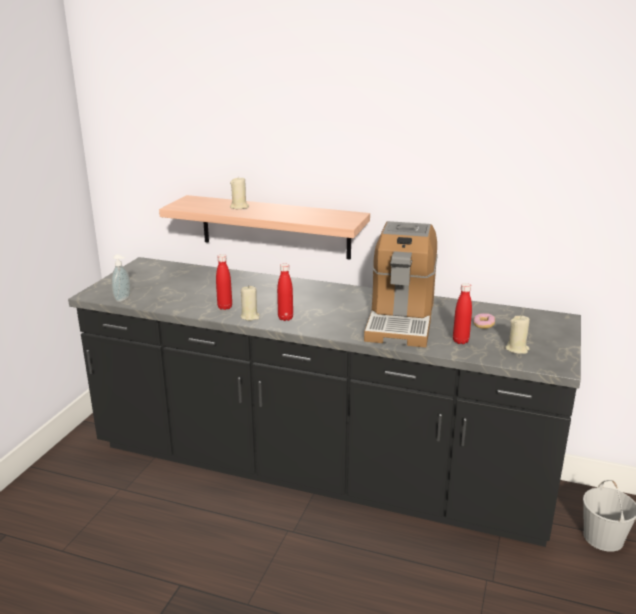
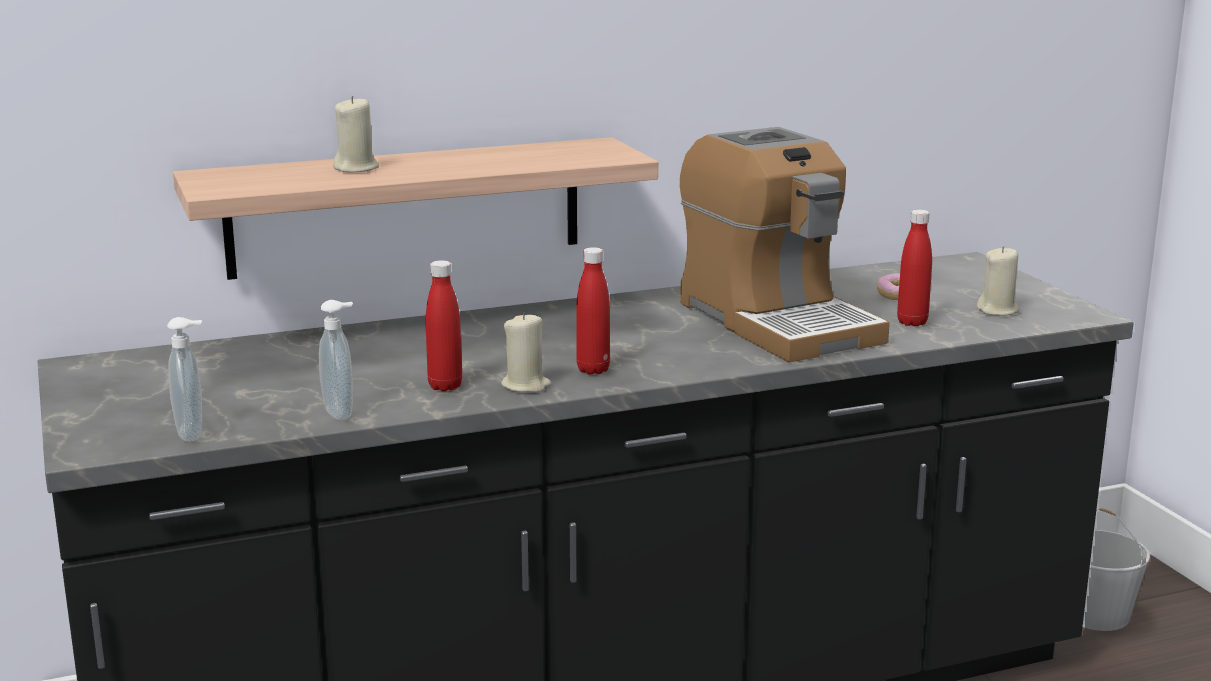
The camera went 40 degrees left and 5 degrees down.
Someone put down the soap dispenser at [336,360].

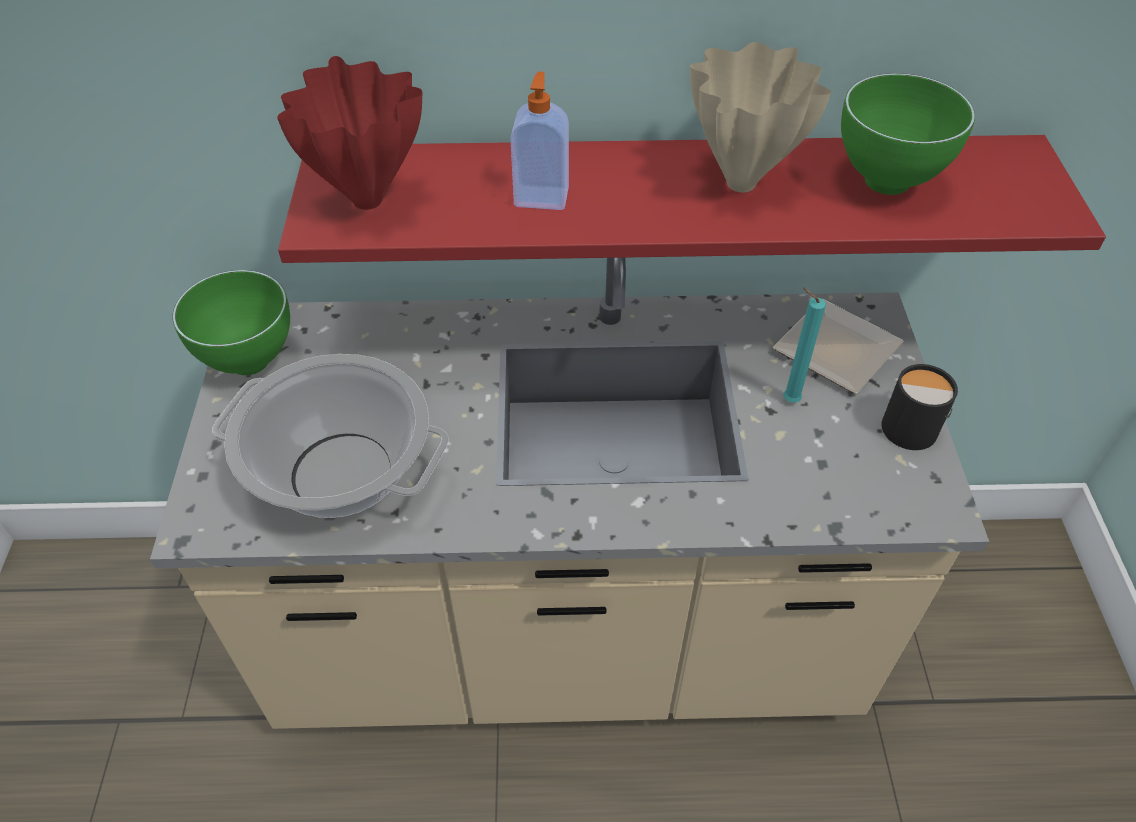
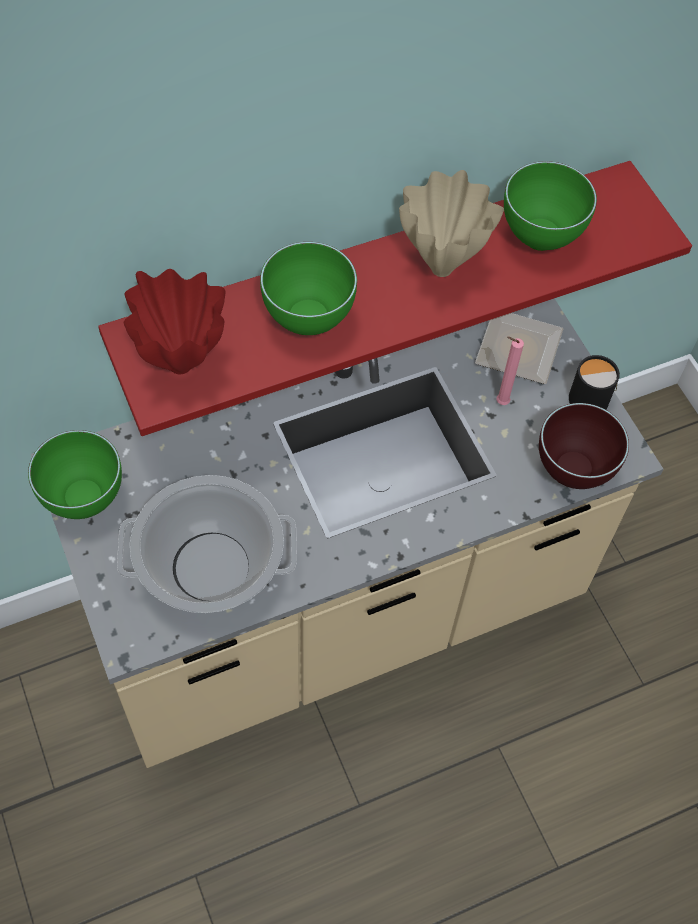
The camera went 25 degrees left and 10 degrees up.
Someone put down the bowl/brown at [584,446].
Someone swapped the soap dispenser at [539,141] for the bowl/green at [308,288].
Someone repainted the candle/turquoise at [804,345], which became the candle/pink at [510,371].

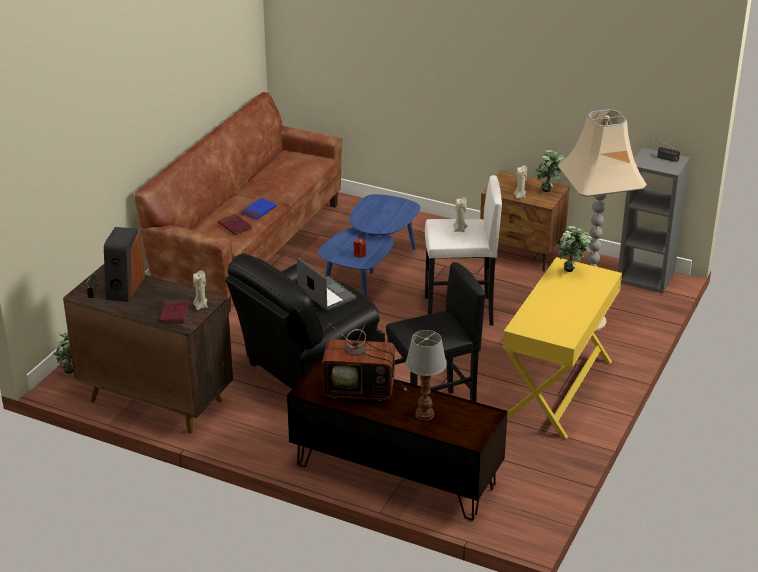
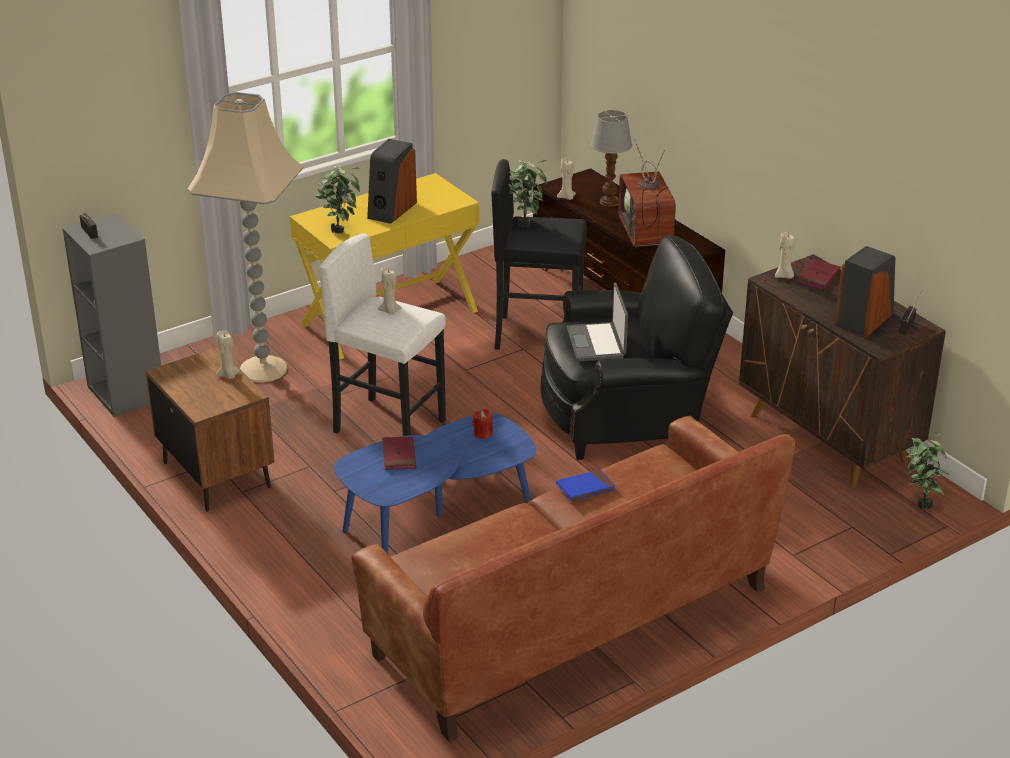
The camera went 150 degrees left and 0 degrees up.
Someone put down the speaker at [392,181].
Someone put down the candle/beige at [566,179].
Someone carried the book/red from [235,224] to [399,453].
Someone carried the potted plant from [550,171] to [528,193].
Someone rotated the television at [364,355] by 135 degrees counterclockwise.

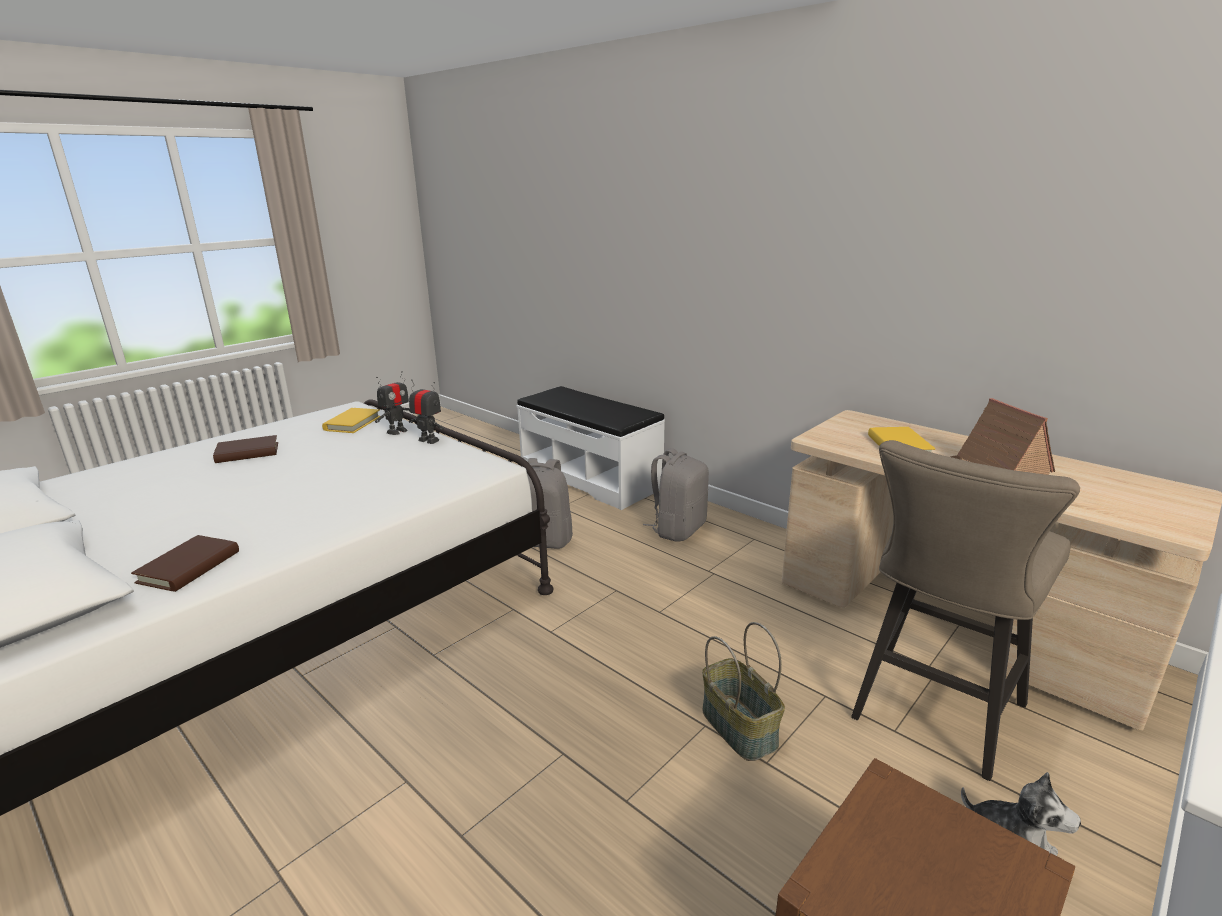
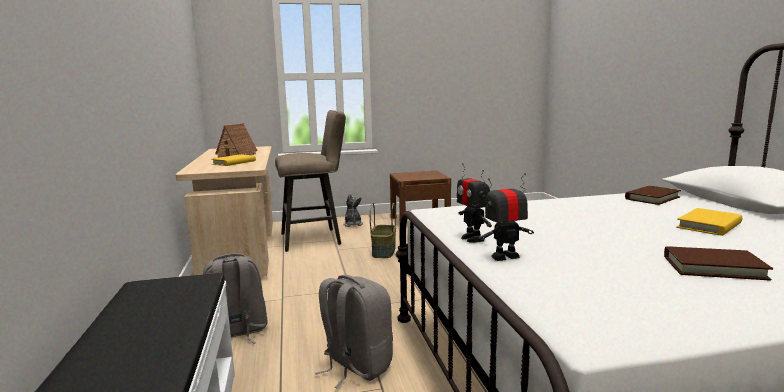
The camera went 145 degrees left and 10 degrees down.
Someone carried the book/yellow from [351,420] to [709,222].

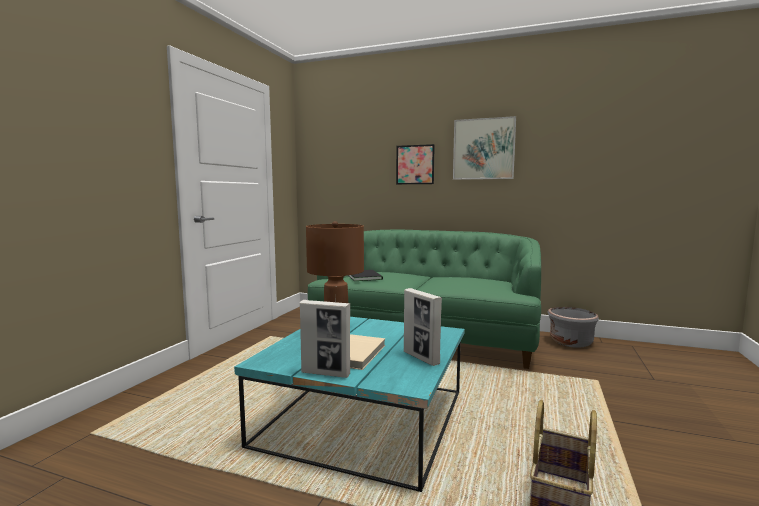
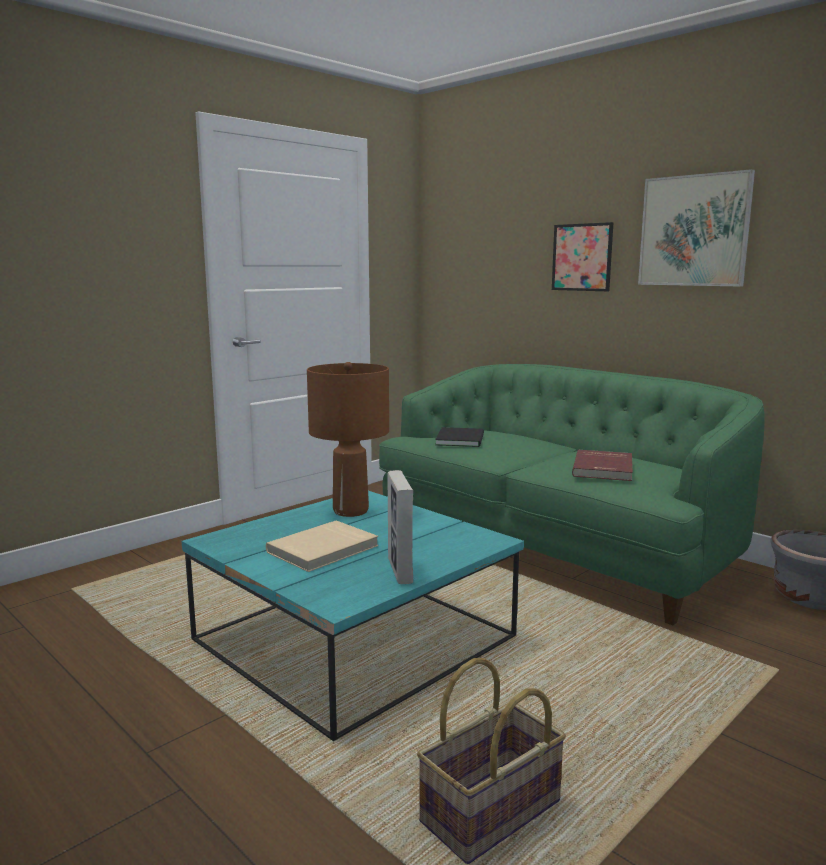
The camera went 25 degrees right and 5 degrees up.
Someone took away the picture frame at [325,339].
Someone put down the book/red at [602,465].

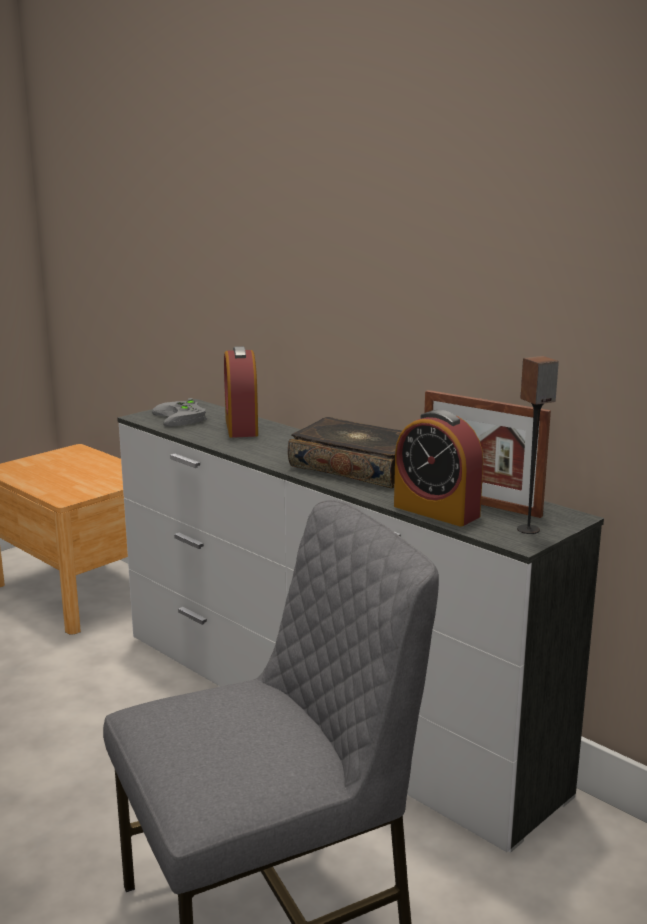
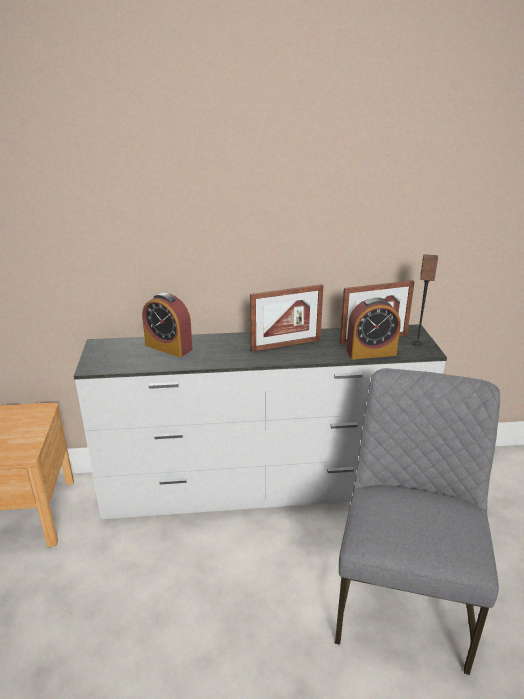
The camera went 50 degrees left and 10 degrees up.
Someone took away the game controller/grey at [179,412].
Someone swapped the book at [345,452] for the picture frame at [286,317].

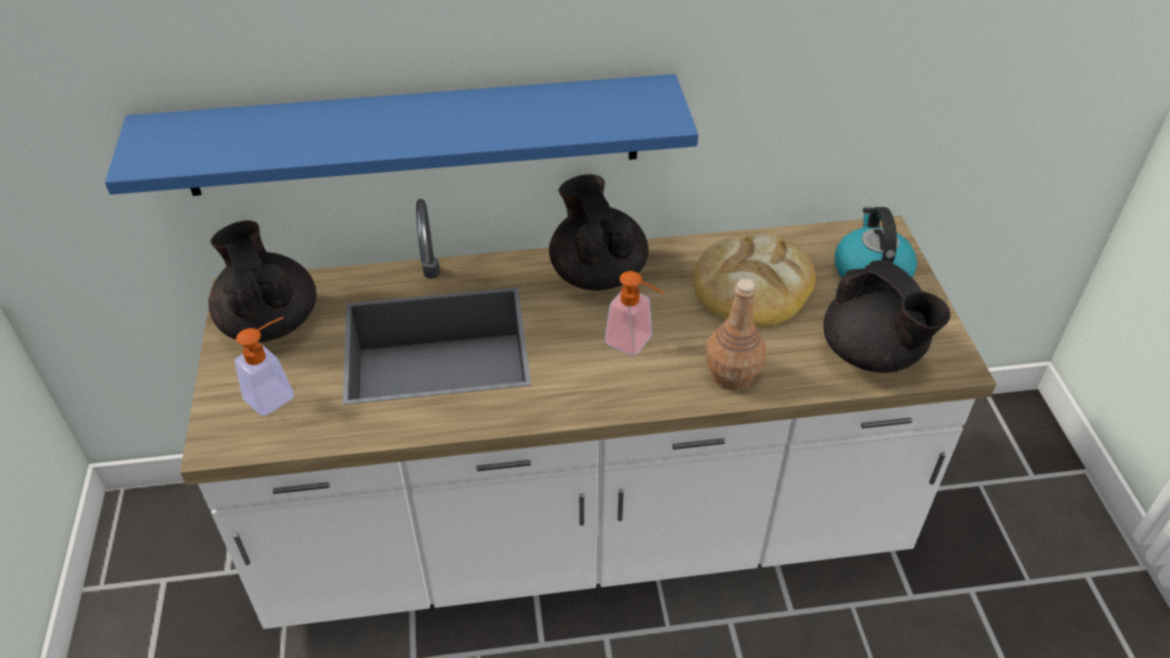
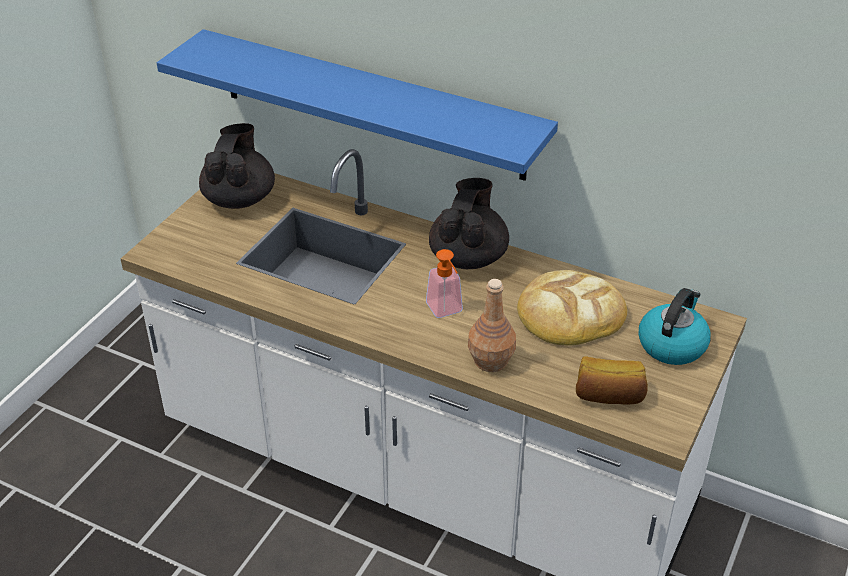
The camera went 35 degrees right and 5 degrees down.
Someone took away the soap dispenser at [264,366].
Someone swapped the teapot/black at [886,316] for the bread at [612,380].

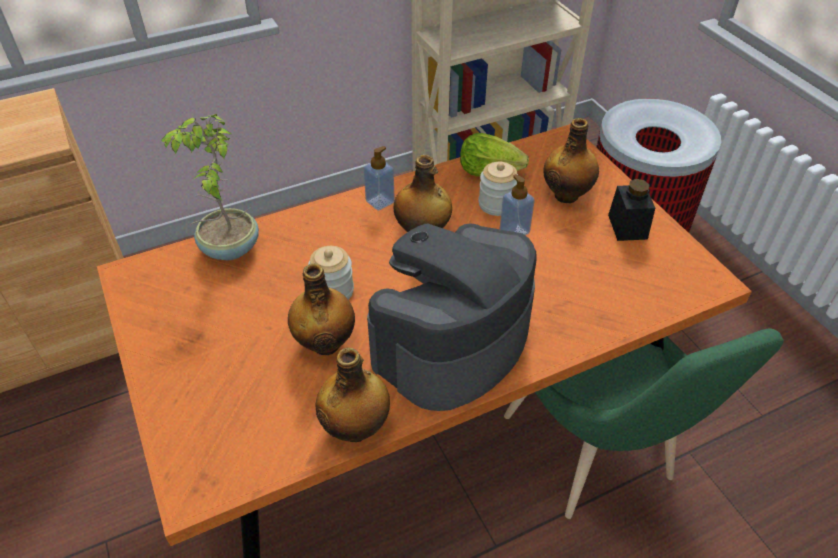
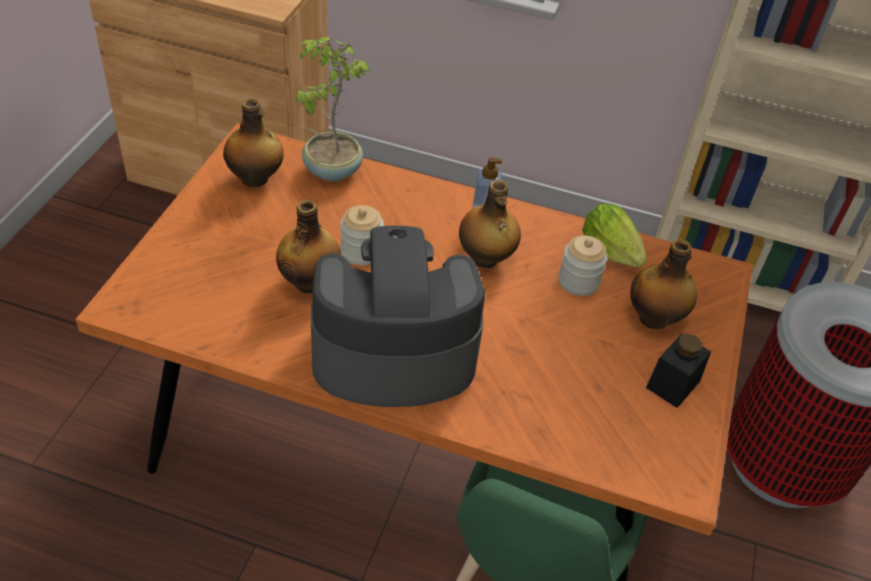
The camera went 40 degrees right and 0 degrees up.
Someone took away the soap dispenser at [517,204].
Someone carried the bottle from [352,395] to [253,142].

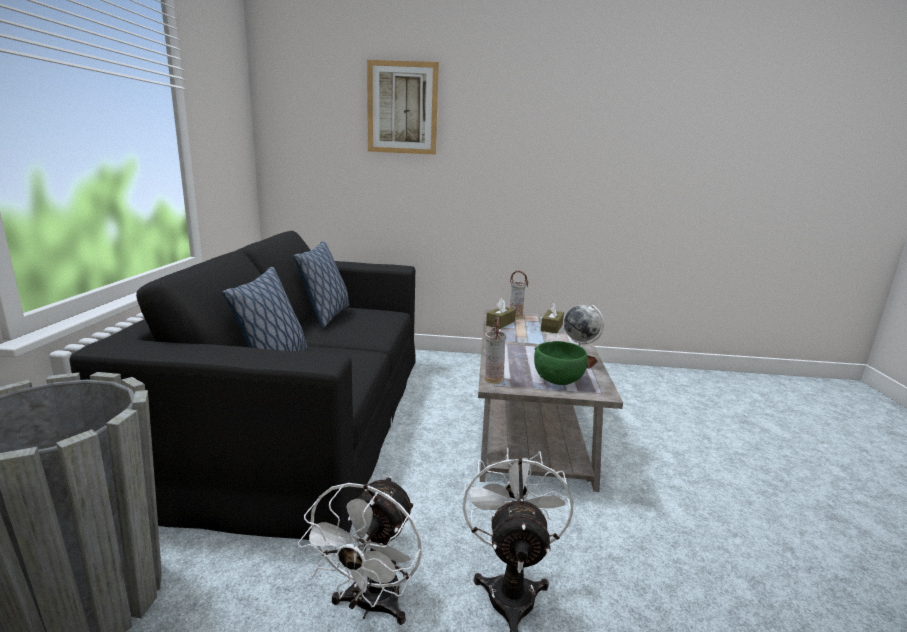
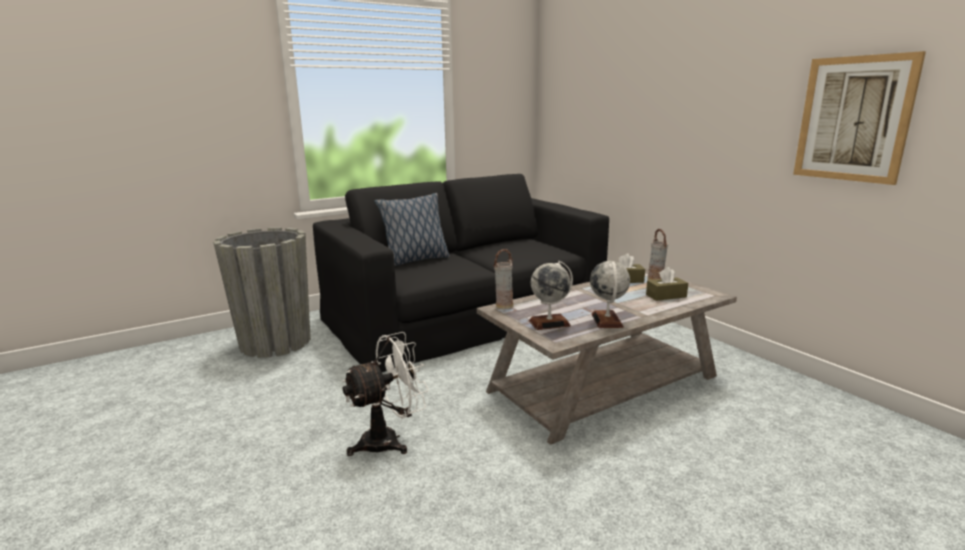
The camera went 55 degrees right and 0 degrees up.
Someone took away the pillow at [321,284].
Someone took away the fan/white at [359,550].
Someone carried the picture from [403,107] to [859,118].
Someone swapped the bowl/green at [561,363] for the globe at [551,295].

